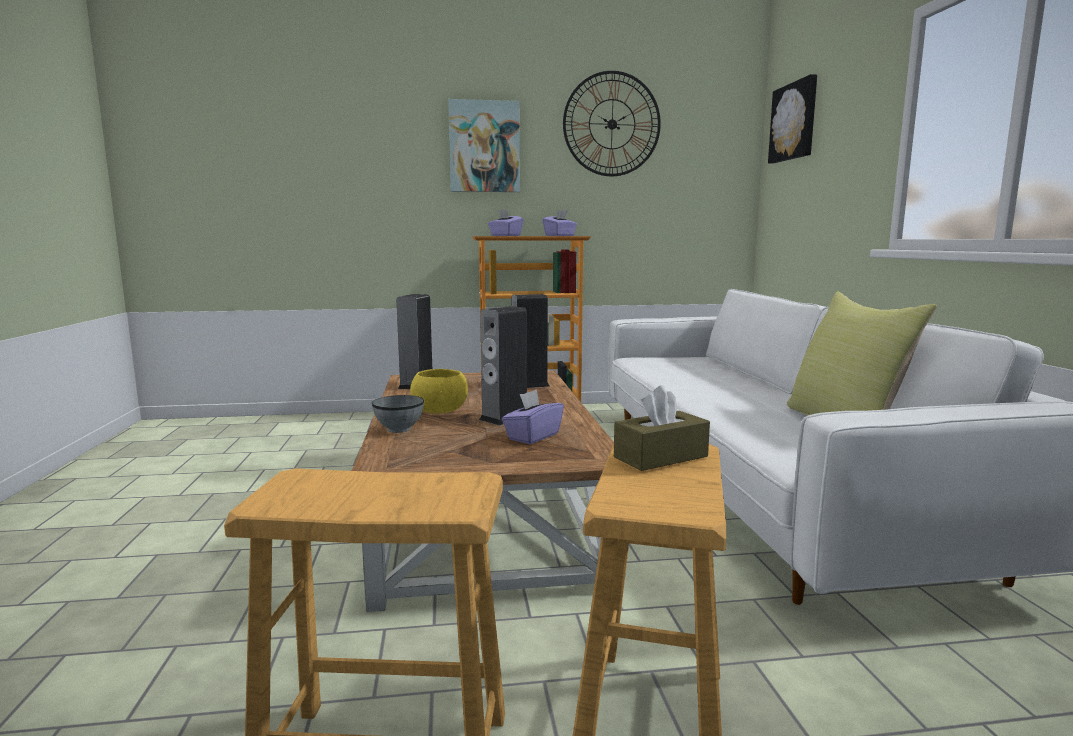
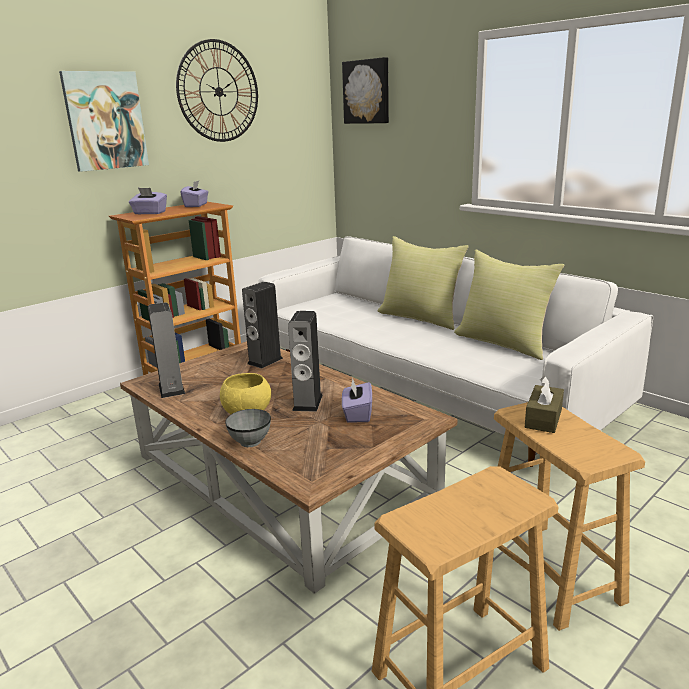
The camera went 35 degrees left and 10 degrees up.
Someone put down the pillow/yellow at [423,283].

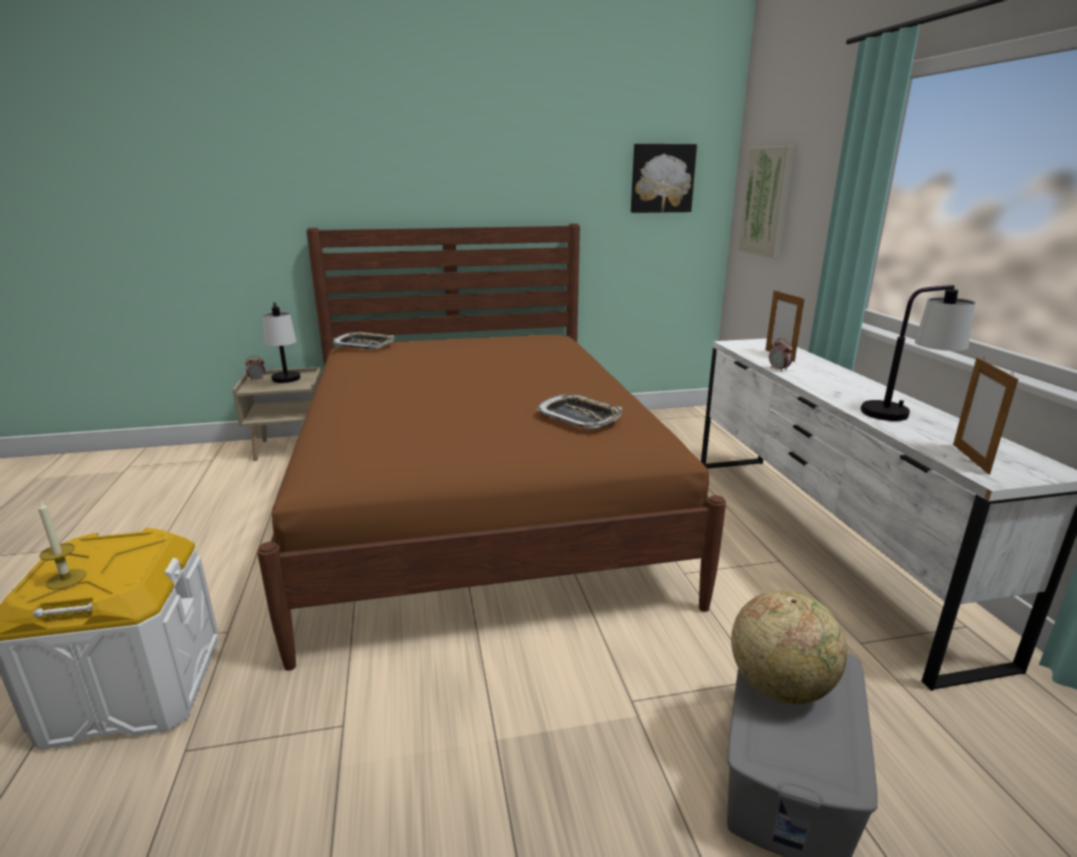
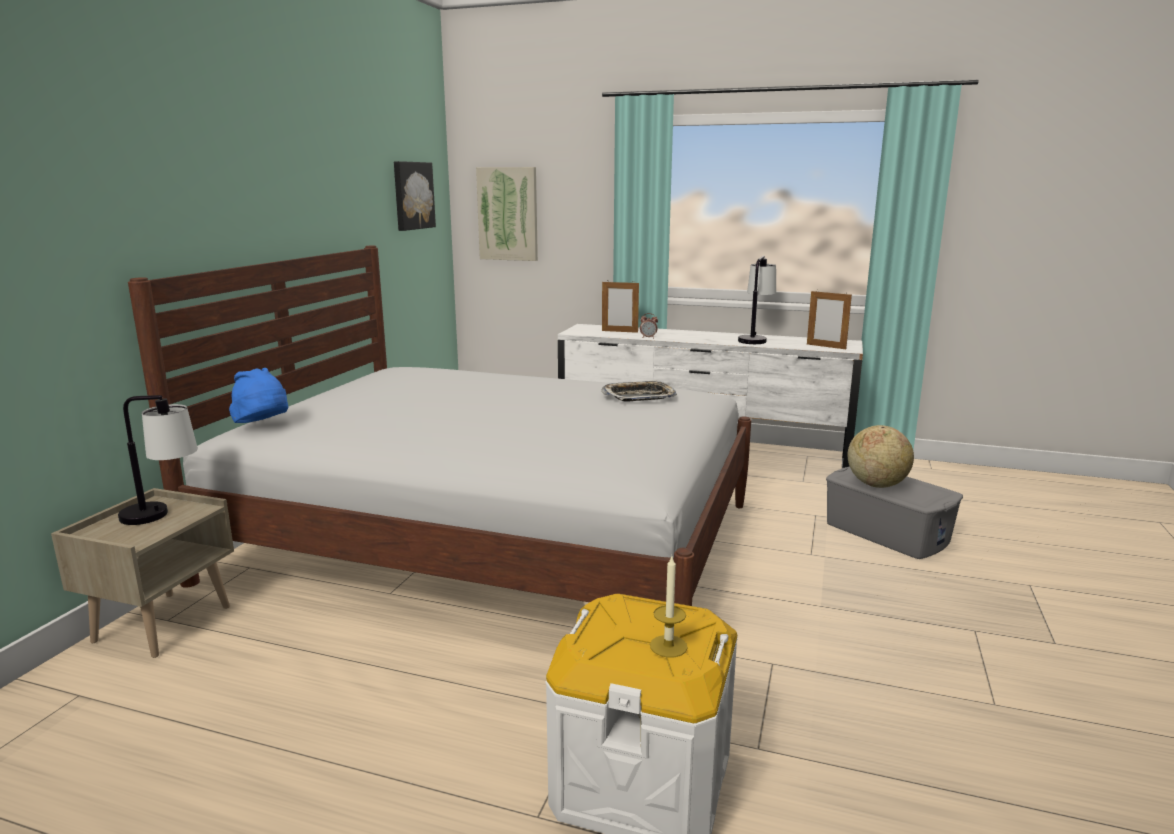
The camera went 60 degrees left and 5 degrees down.
Someone took away the alarm clock at [255,368].
Someone swapped the tray at [364,340] for the hat/blue at [258,395].
Someone repainted the bed/brown at [491,447], which became the bed/white at [439,426].

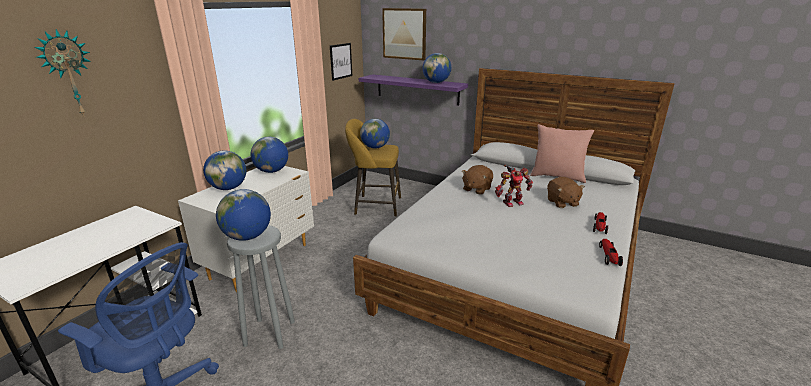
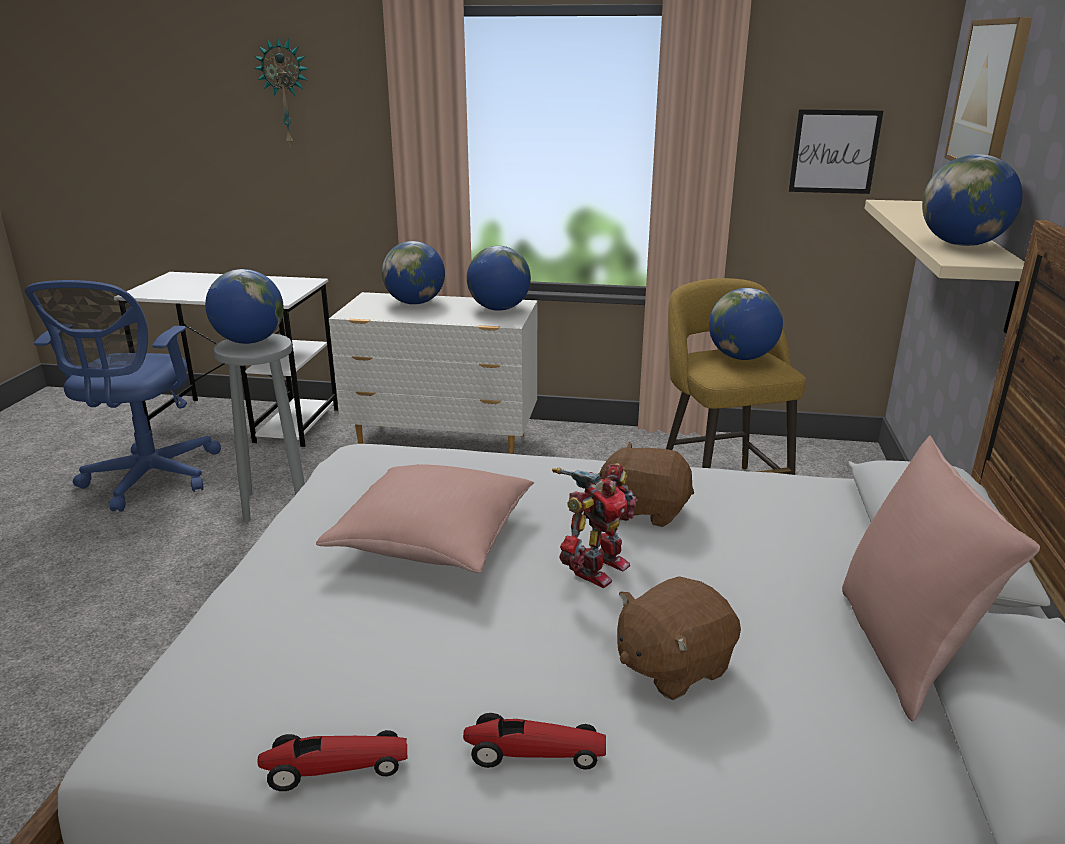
The camera went 70 degrees right and 0 degrees up.
Someone put down the pillow/pink at [425,518].
Someone repainted the shelf/purple at [413,89], which became the shelf/beige at [944,266].
Someone rotated the toy robot at [514,186] by 105 degrees counterclockwise.

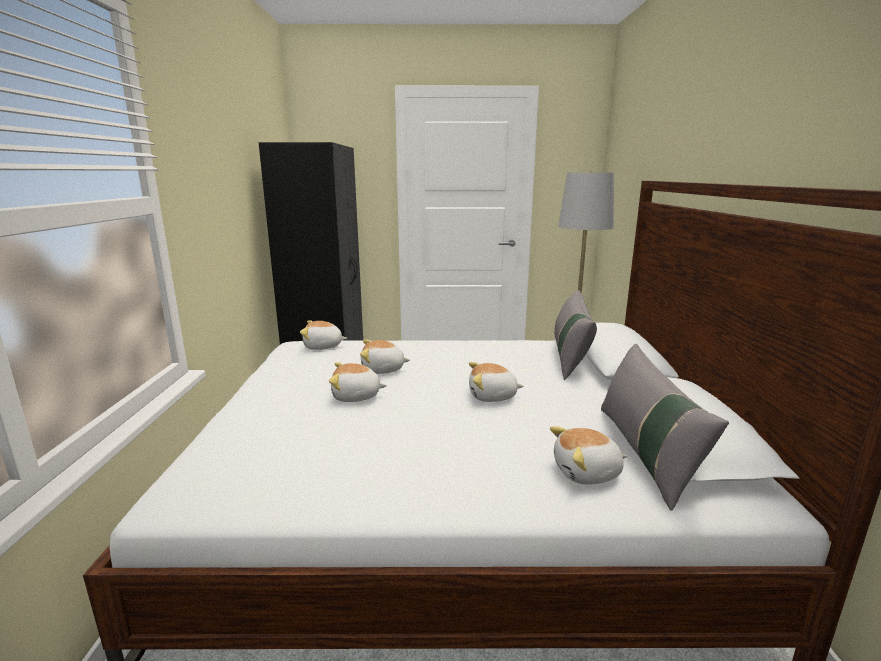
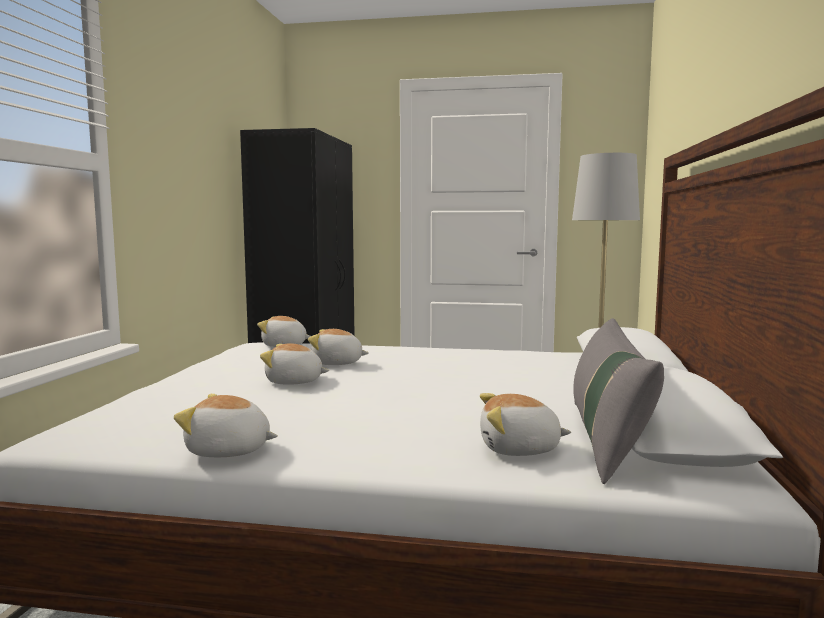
The camera went 10 degrees right and 10 degrees down.
Someone took away the pillow/grey at [575,335].
Someone carried the plush toy from [496,382] to [226,425].

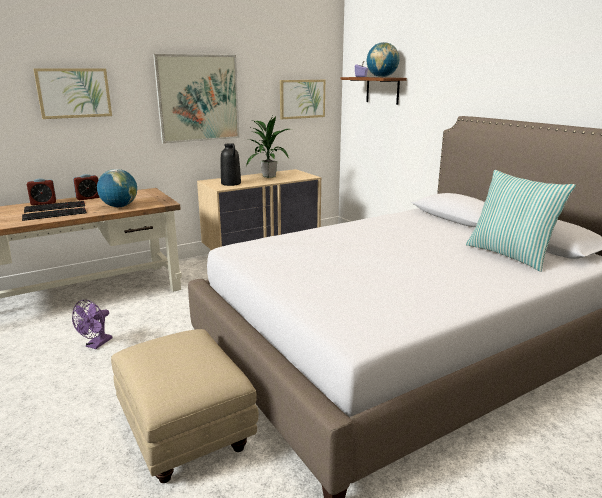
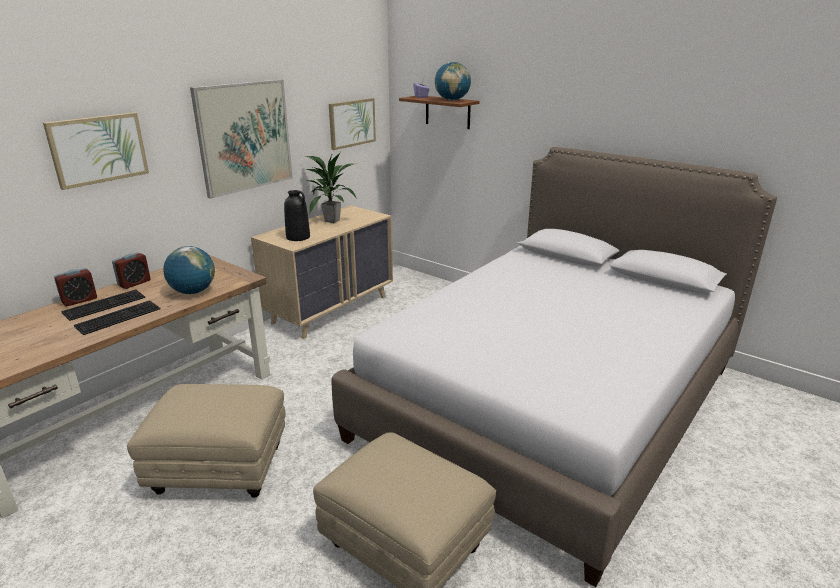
The camera went 20 degrees left and 5 degrees up.
Someone took away the pillow at [521,221].
Someone swapped the fan/purple at [92,324] for the ottoman/beige at [206,441].

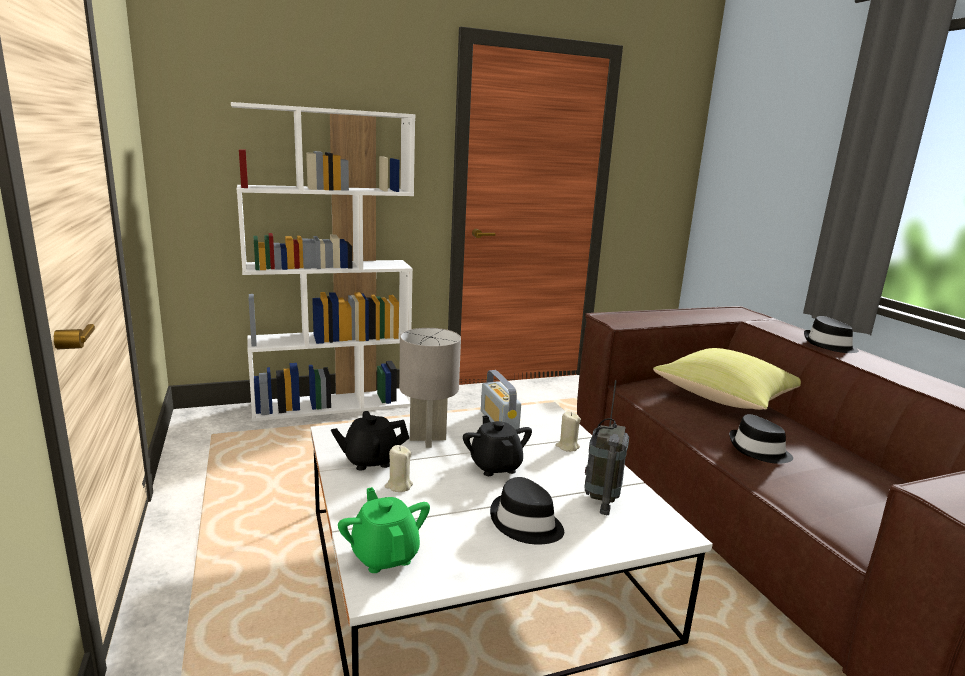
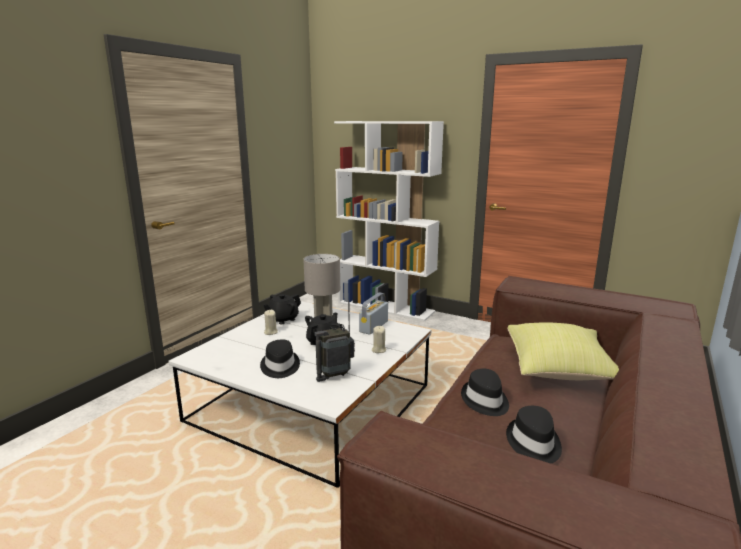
The camera went 50 degrees right and 0 degrees up.
Someone took away the teapot/green at [384,530].
Someone carried the hat/black from [831,334] to [534,435].
Someone rotated the teapot/black at [370,441] by 75 degrees counterclockwise.

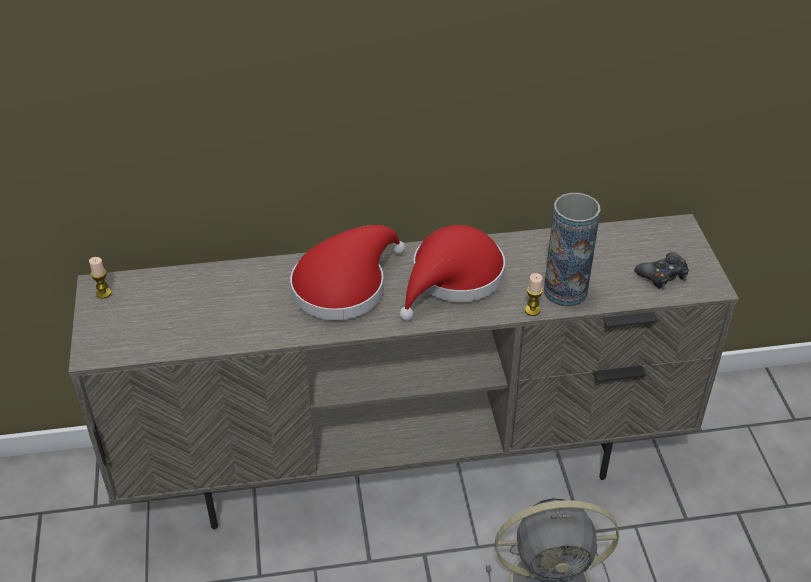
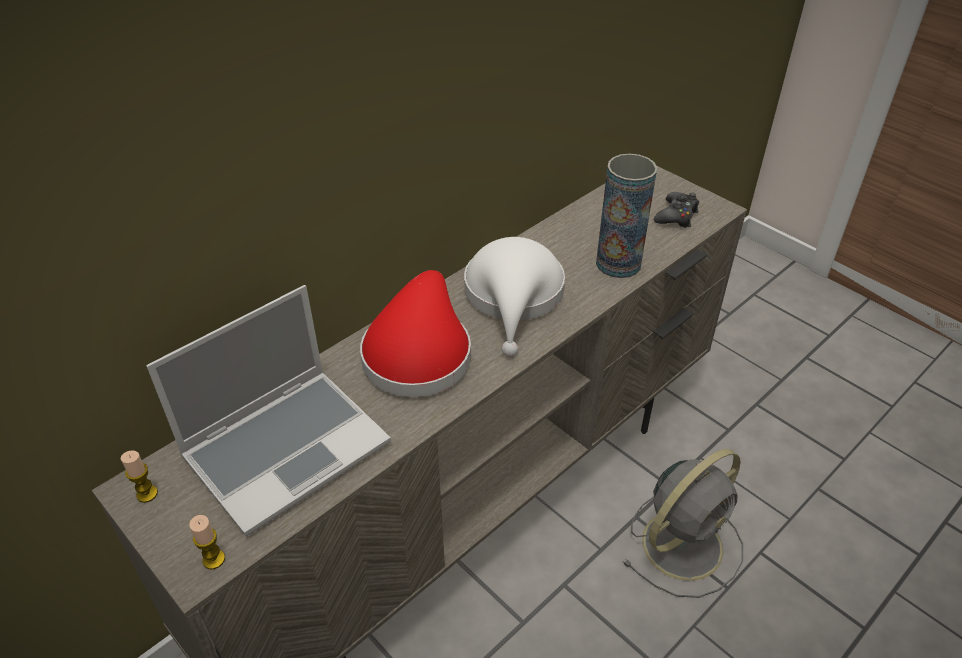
The camera went 35 degrees left and 0 degrees up.
Someone put down the laptop at [268,410].
Someone carried the candle from [534,294] to [207,542].
Someone repainted the hat/red at [452,273], which became the hat/white at [514,297].

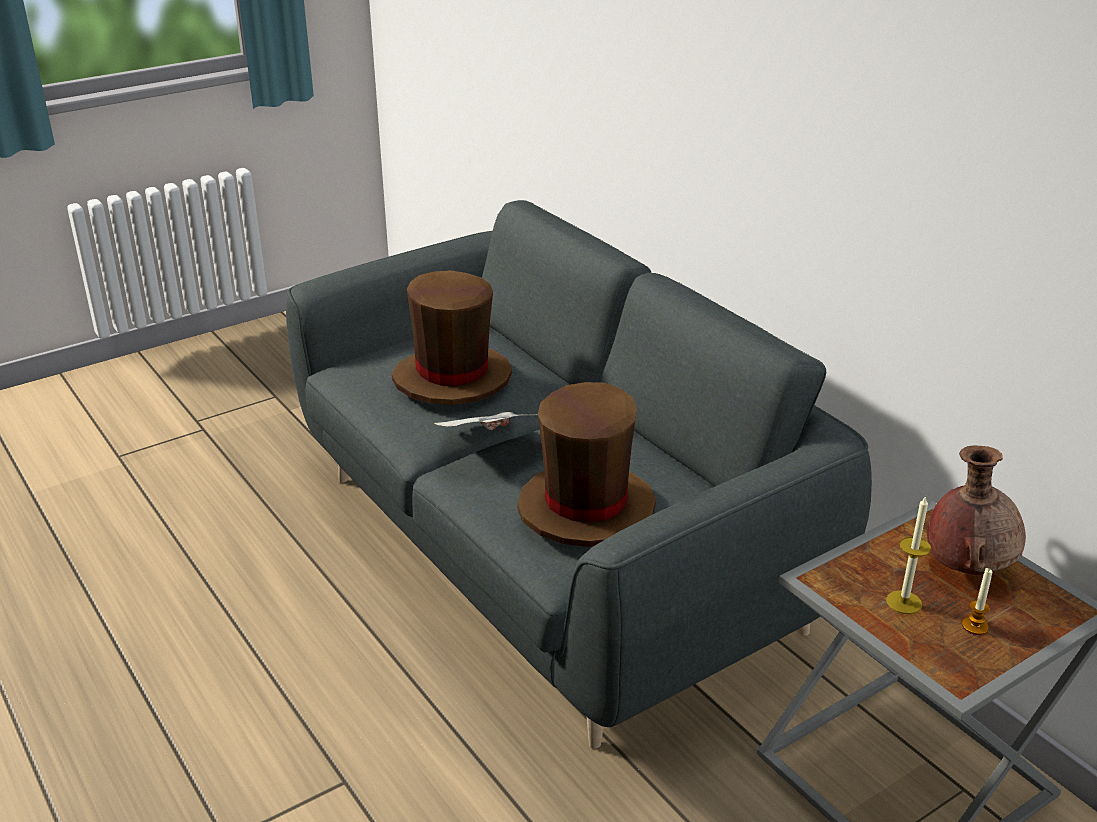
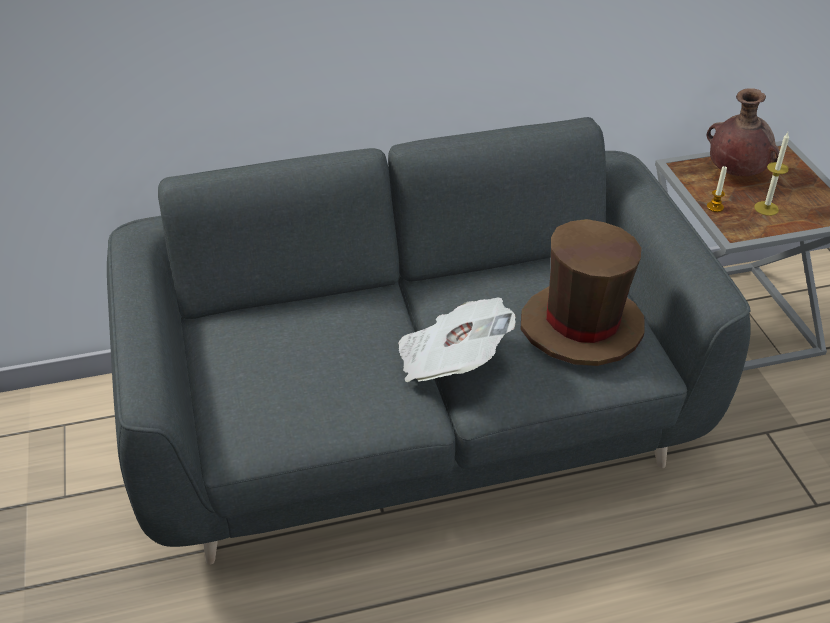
The camera went 70 degrees left and 10 degrees up.
Someone took away the hat/brown at [452,337].
Someone carried the candle from [977,601] to [717,189].

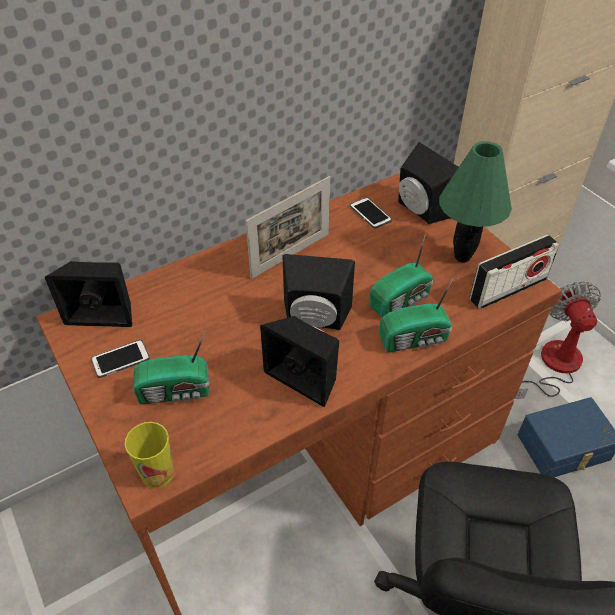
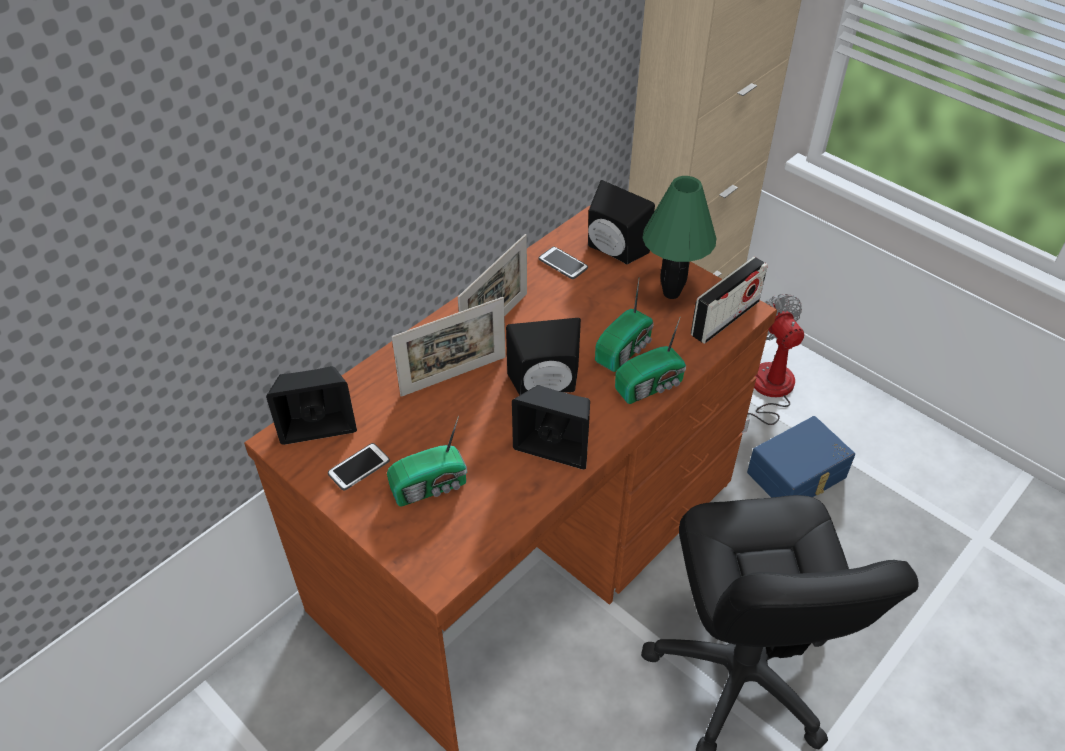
The camera went 15 degrees left and 0 degrees up.
Someone took away the cup at [149,455].
Someone put down the picture frame at [449,347].

